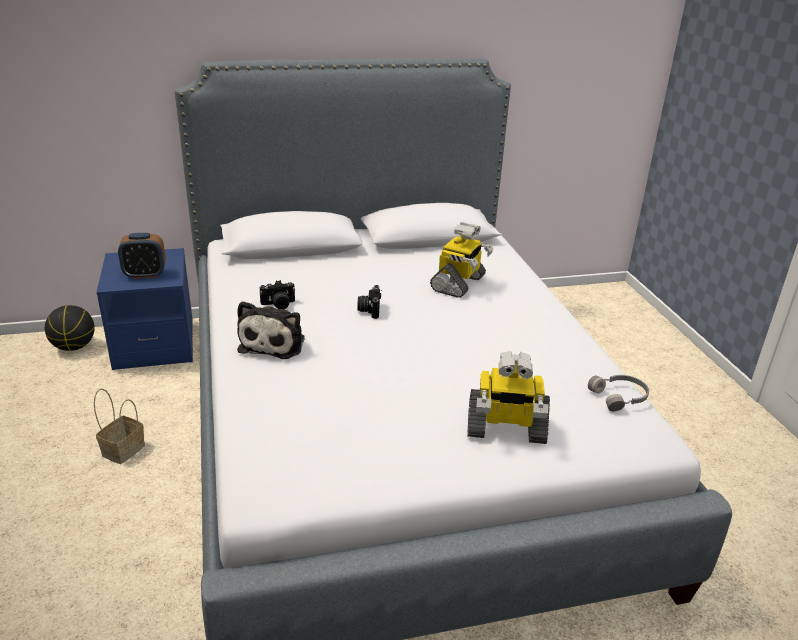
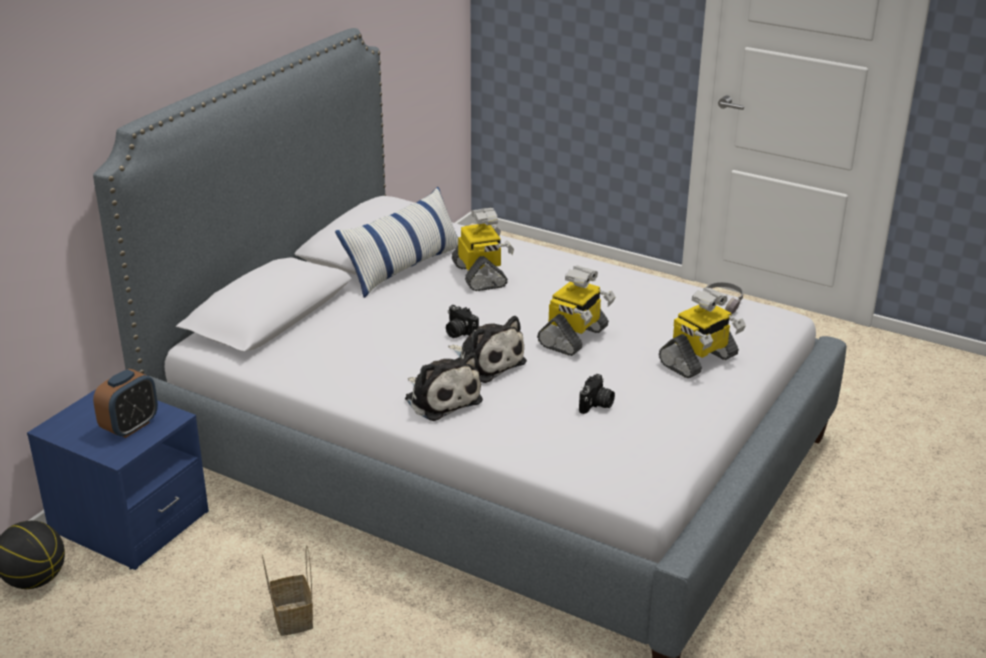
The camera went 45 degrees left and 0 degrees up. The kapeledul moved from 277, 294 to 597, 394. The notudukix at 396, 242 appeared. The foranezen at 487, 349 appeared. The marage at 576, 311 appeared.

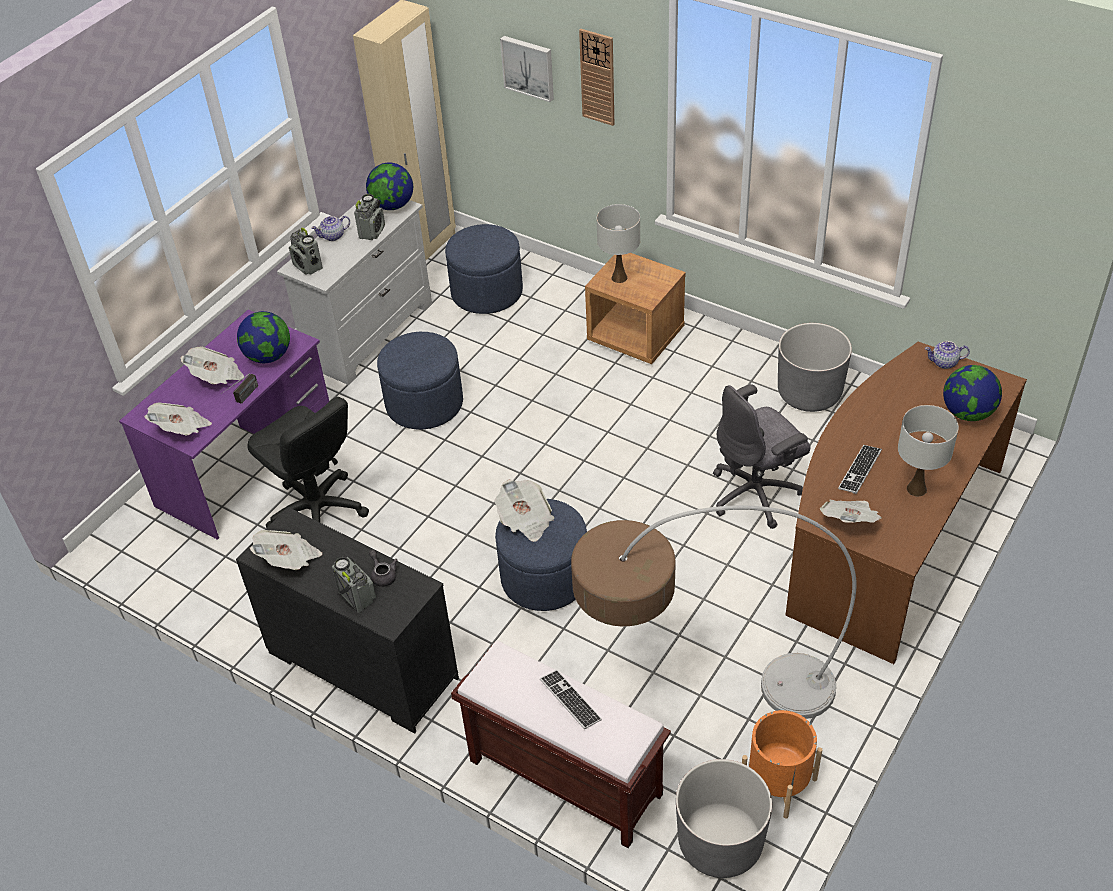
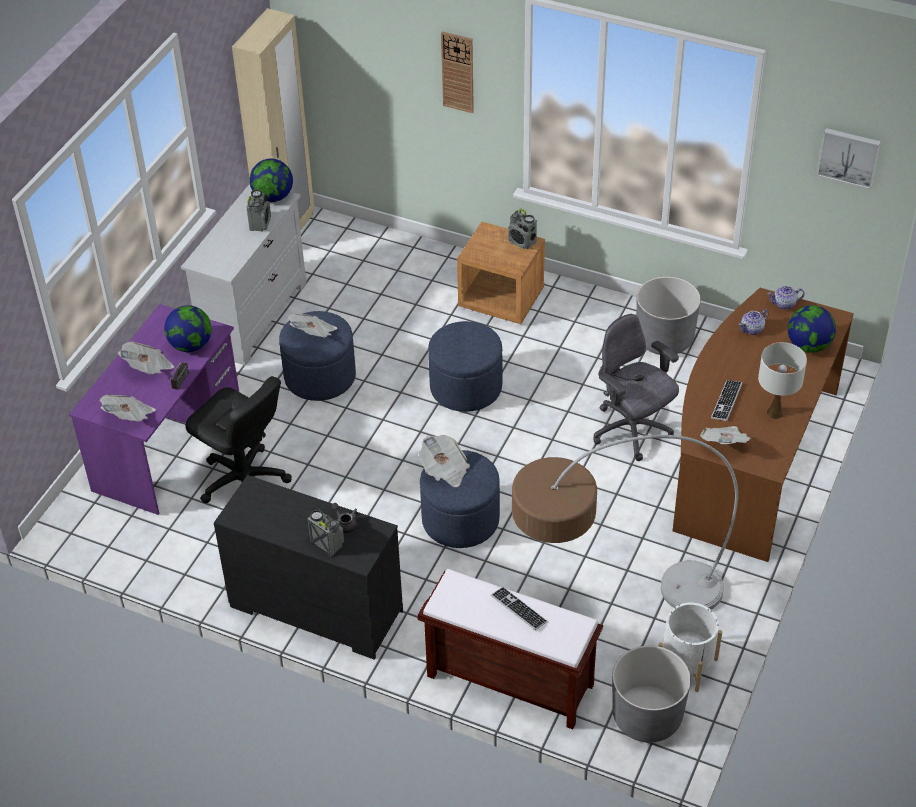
The camera went 10 degrees left and 0 degrees up. The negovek moved from 286, 550 to 313, 325. The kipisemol moved from 306, 251 to 522, 229. The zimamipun moved from 330, 228 to 753, 322. The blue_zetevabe moved from 484, 269 to 465, 366. The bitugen moved from 527, 69 to 849, 158. The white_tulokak at 618, 243 disappeared. The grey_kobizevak at 762, 456 turned 90 degrees clockwise. The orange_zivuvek at 782, 764 became the white_zivuvek at 690, 647.

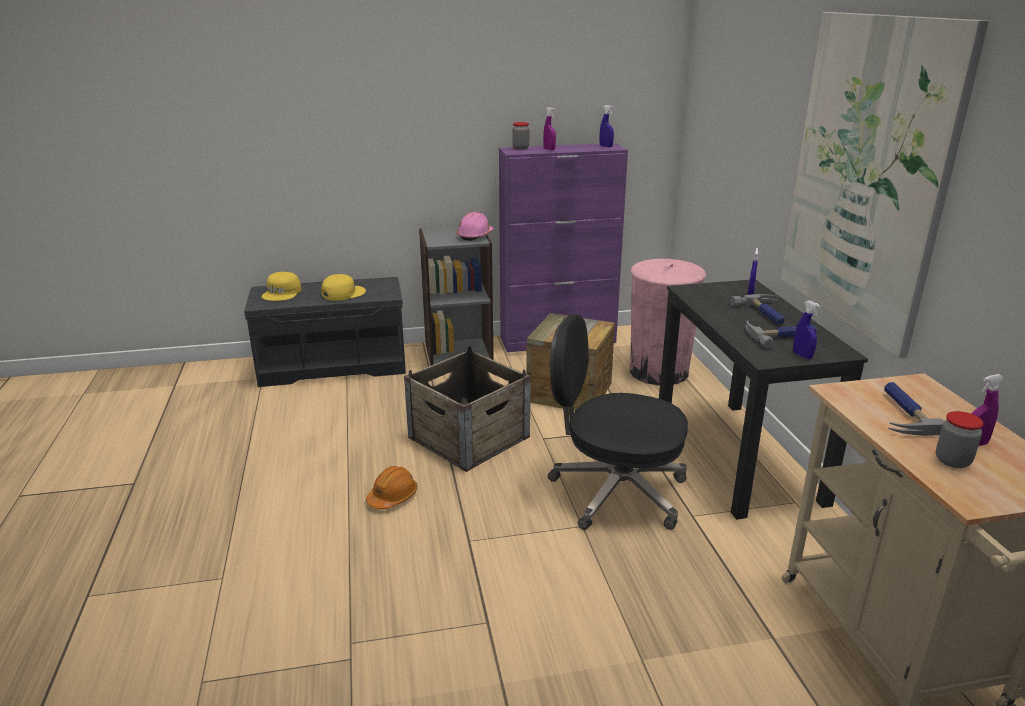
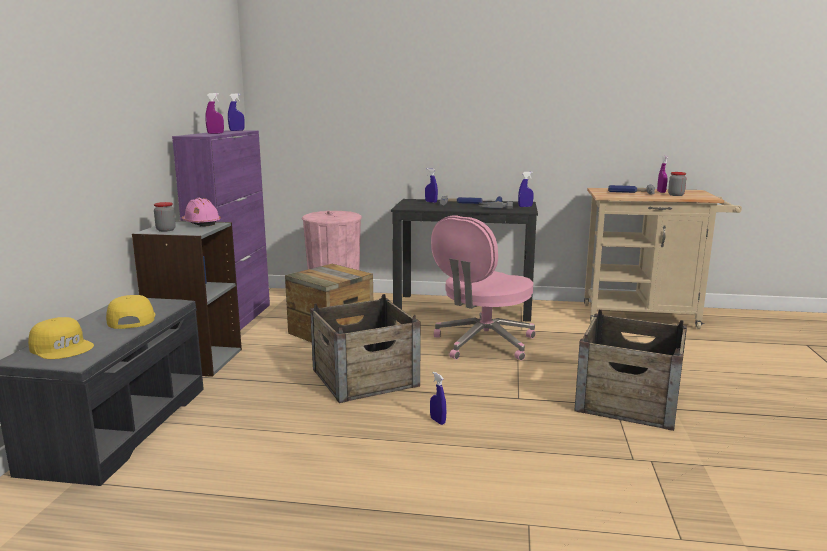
The camera went 70 degrees left and 10 degrees down. The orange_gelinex at 392, 487 was replaced by the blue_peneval at 438, 398. The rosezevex moved from 520, 136 to 165, 217. The black_kobizevak at 618, 422 became the pink_kobizevak at 483, 288. The bitugen at 885, 185 disappeared. The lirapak at 630, 370 appeared.

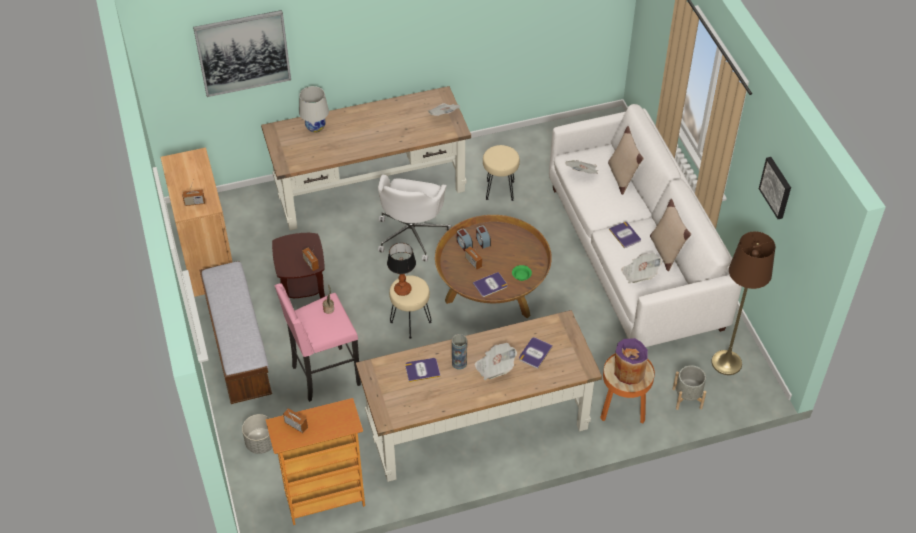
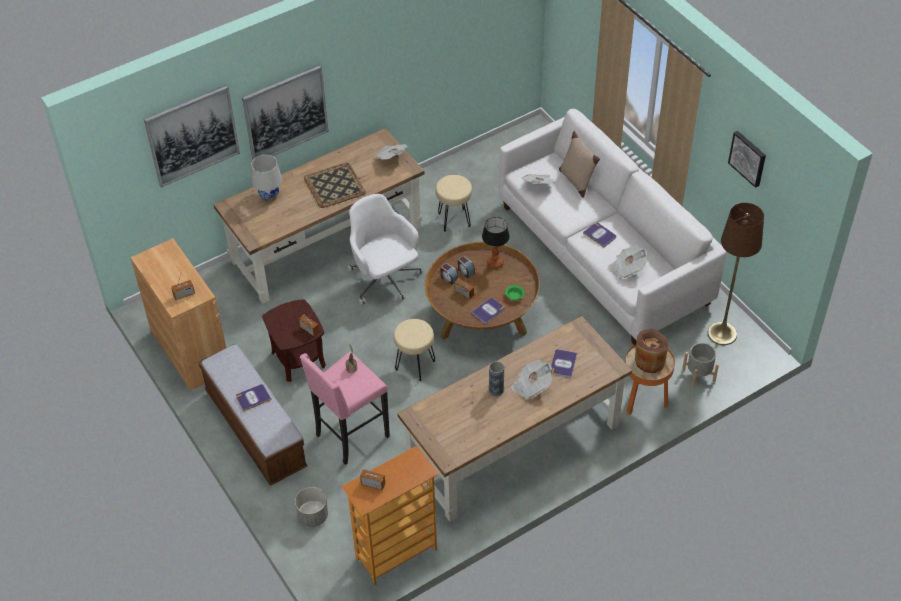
The camera went 15 degrees left and 0 degrees up. The white_kobizevak at 415, 218 turned 150 degrees clockwise. The tulokak moved from 401, 269 to 496, 243. The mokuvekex moved from 423, 370 to 254, 398. The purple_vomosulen at 631, 361 became the brown_vomosulen at 651, 350. The beige_notudukix at 670, 235 disappeared. The bitugen at 285, 113 appeared. The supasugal at 335, 185 appeared.

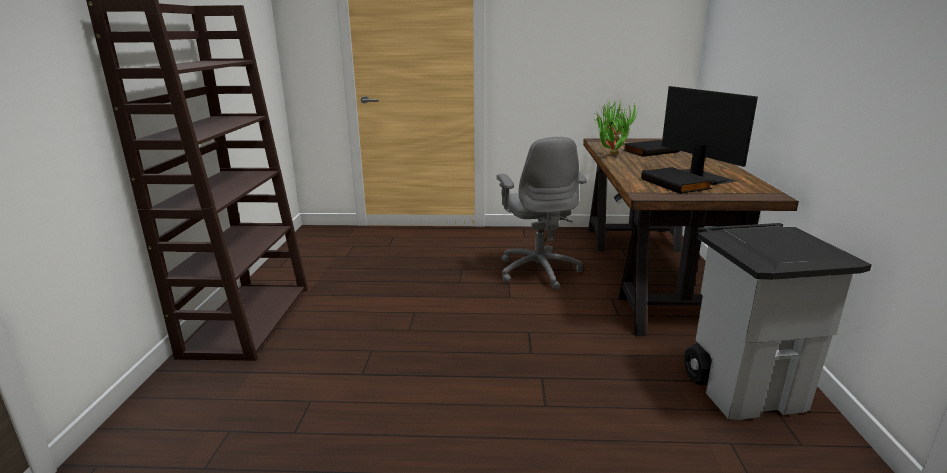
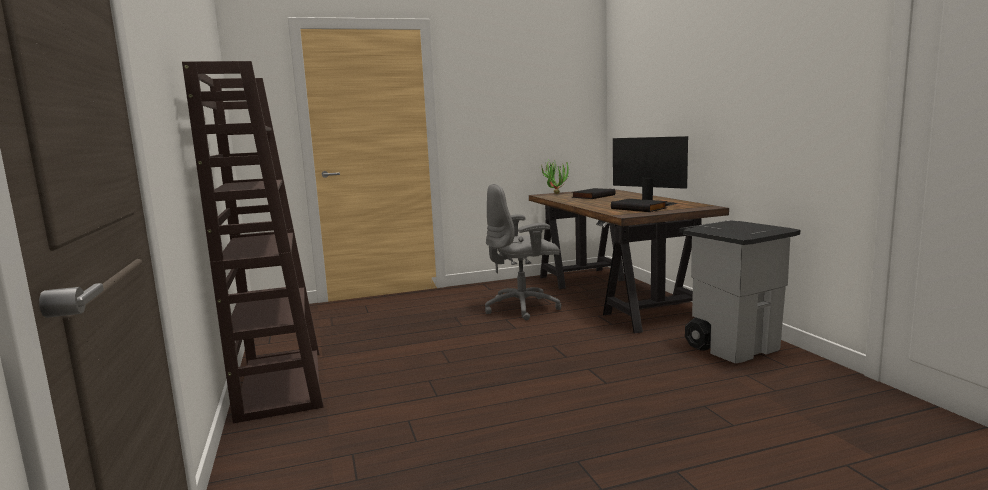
The camera went 20 degrees left and 10 degrees down. The grey_kobizevak at 542, 213 turned 105 degrees clockwise. The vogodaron at 611, 133 disappeared.

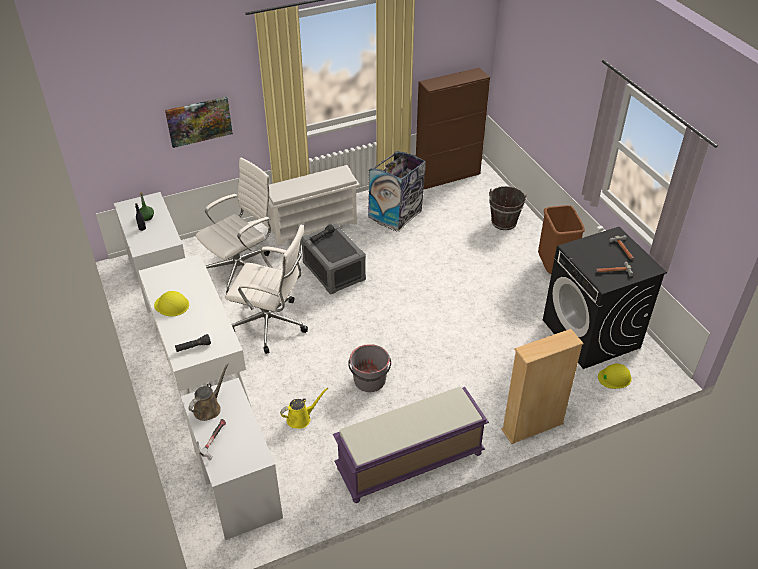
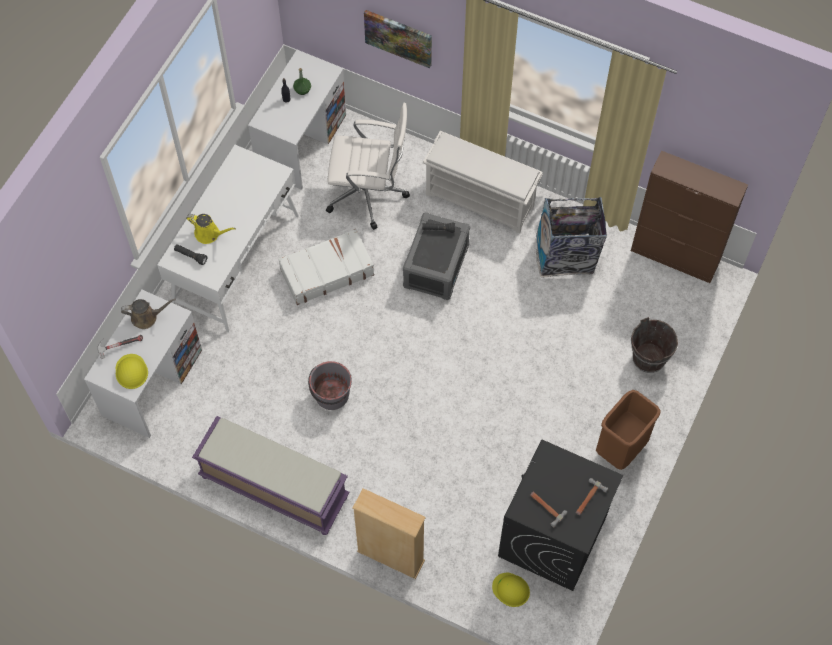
The camera went 50 degrees right and 20 degrees up. The yellow_gelinex moved from 171, 303 to 132, 371. The white_kobizevak at 266, 289 was replaced by the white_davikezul at 326, 267. The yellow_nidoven moved from 304, 408 to 211, 229.

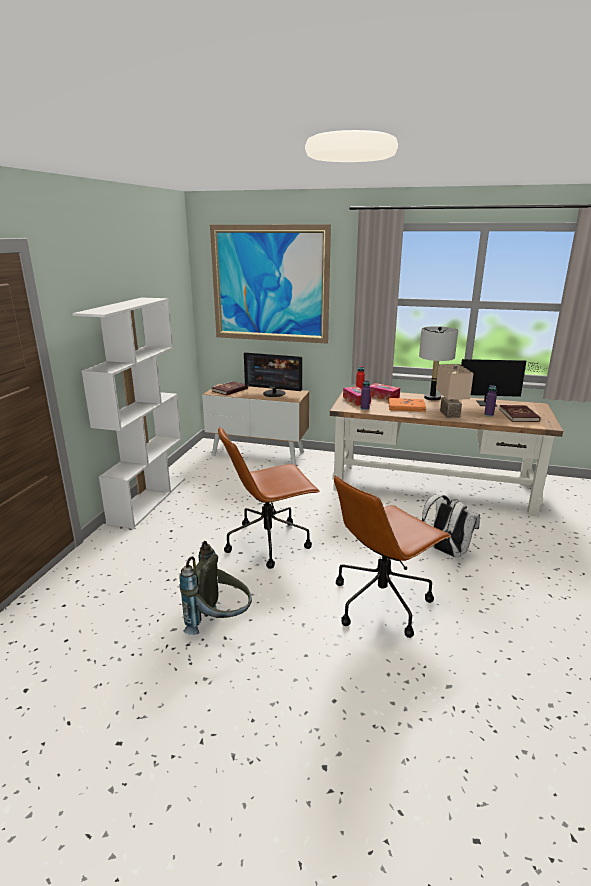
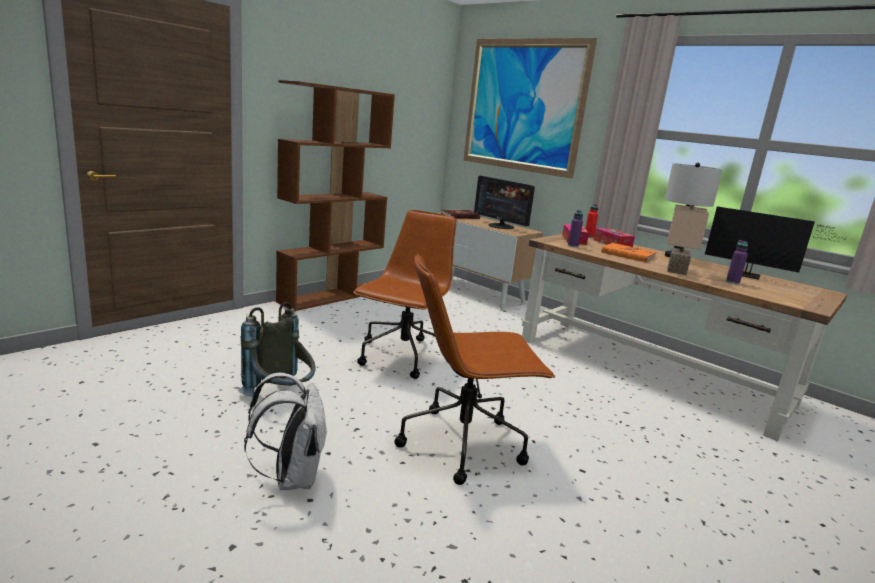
The camera went 25 degrees right and 5 degrees down. The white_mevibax at 128, 412 became the brown_mevibax at 335, 195. The brown_kobizevak at 269, 498 turned 105 degrees clockwise. The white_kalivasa moved from 451, 526 to 285, 431. The red_mokuvekex at 520, 413 disappeared.

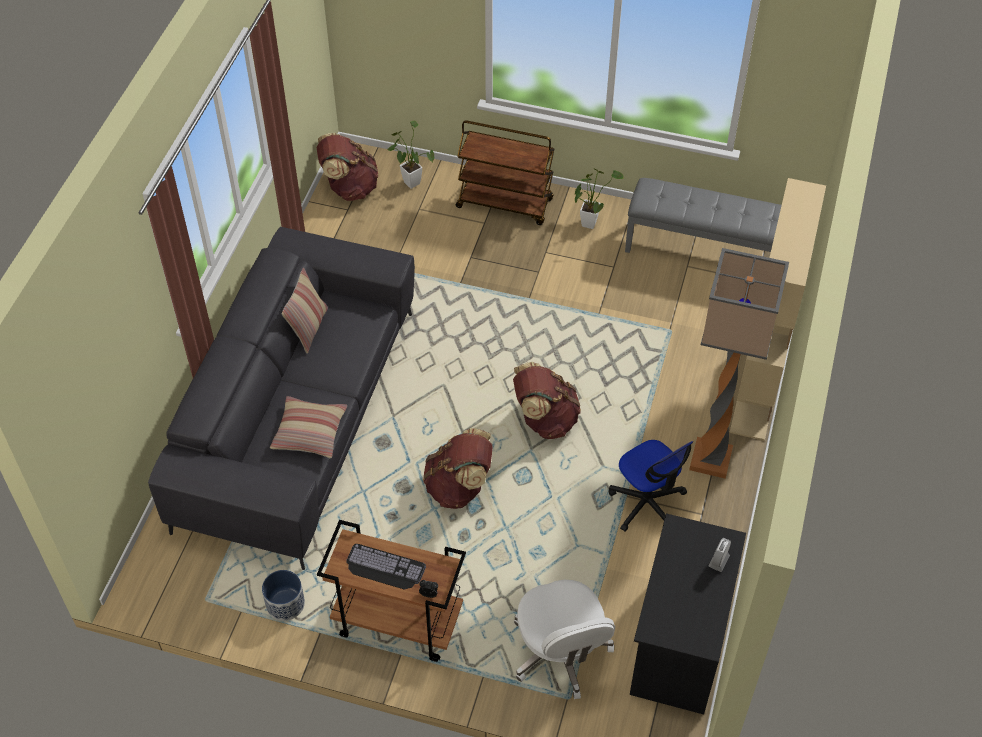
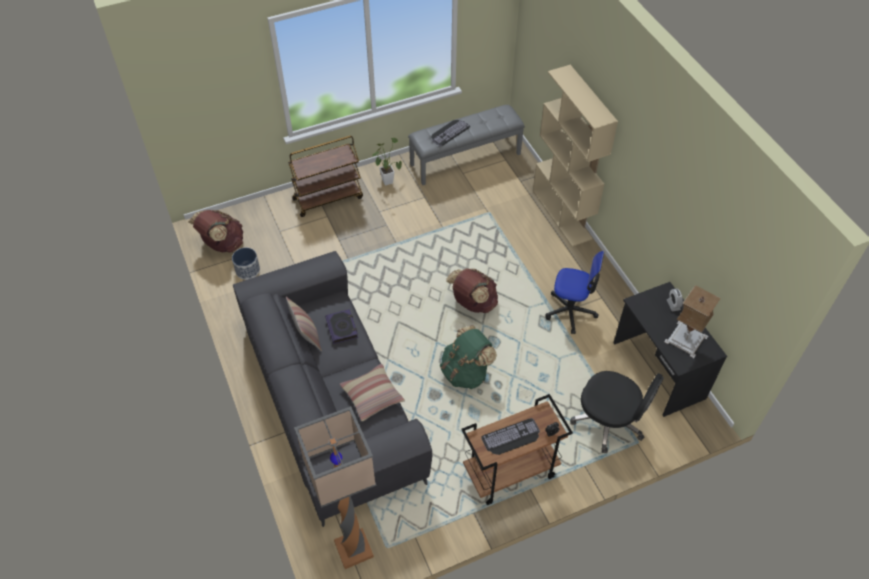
The camera went 40 degrees left and 0 degrees up. The zivuvek moved from 283, 595 to 246, 264. The vogodaron at 411, 155 disappeared. The brown_kalivasa at 458, 468 became the green_kalivasa at 468, 357. The white_kobizevak at 564, 639 became the black_kobizevak at 617, 412. The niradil moved from 739, 363 to 335, 487. The mokuvekex at 341, 326 appeared. The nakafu at 450, 133 appeared. The tulokak at 692, 321 appeared.

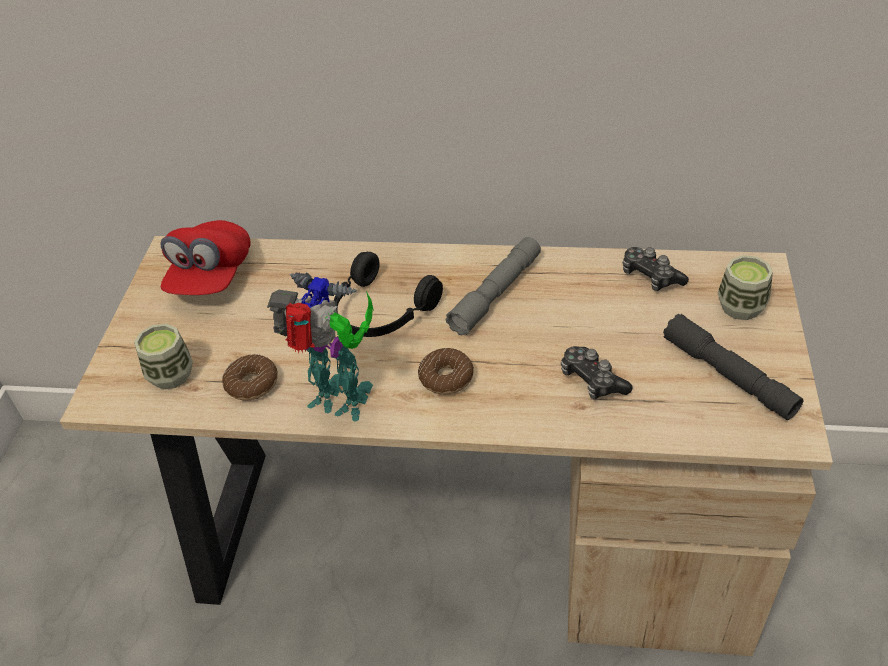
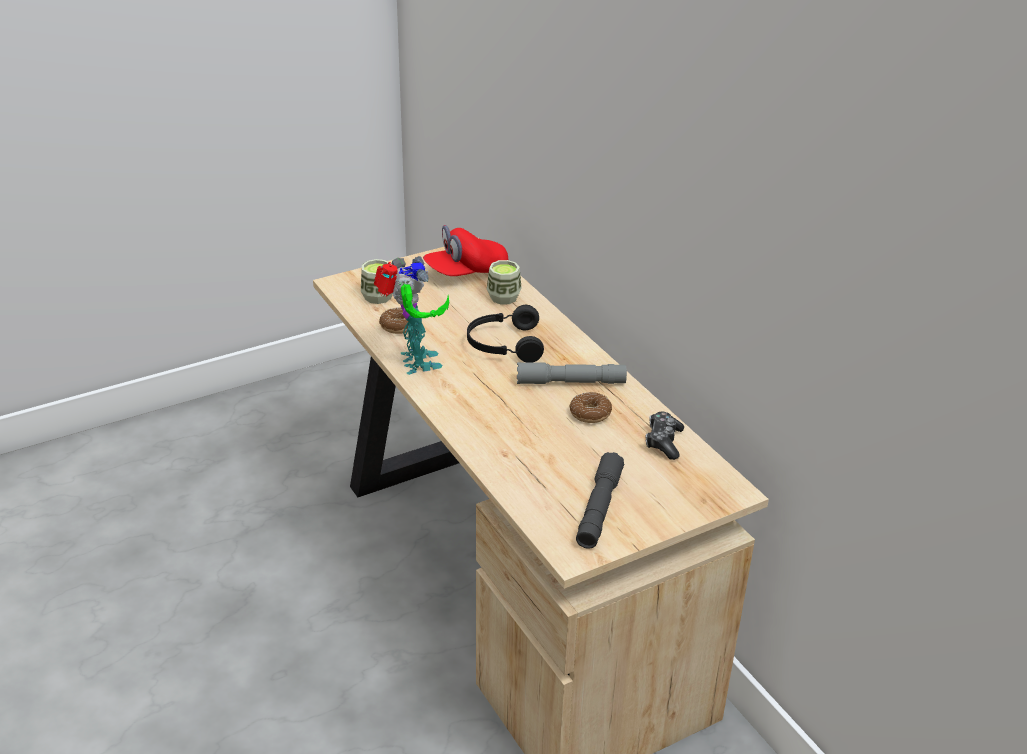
The camera went 50 degrees right and 10 degrees down. The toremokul moved from 446, 371 to 590, 407. The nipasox at 597, 372 disappeared. The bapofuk moved from 745, 287 to 504, 282.

